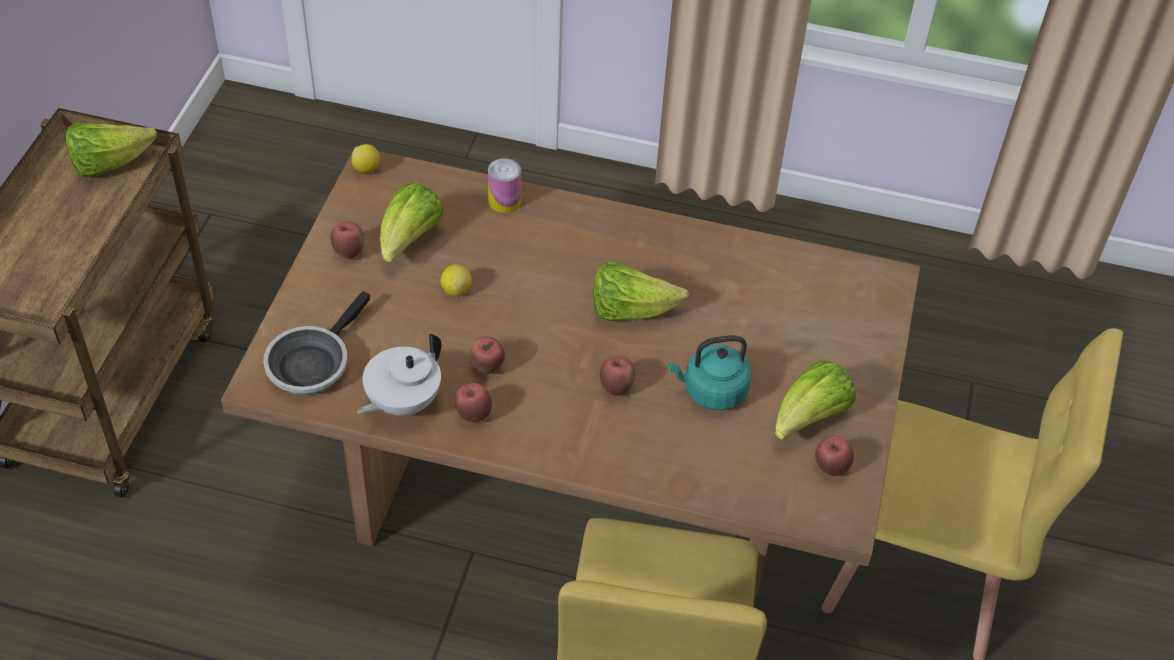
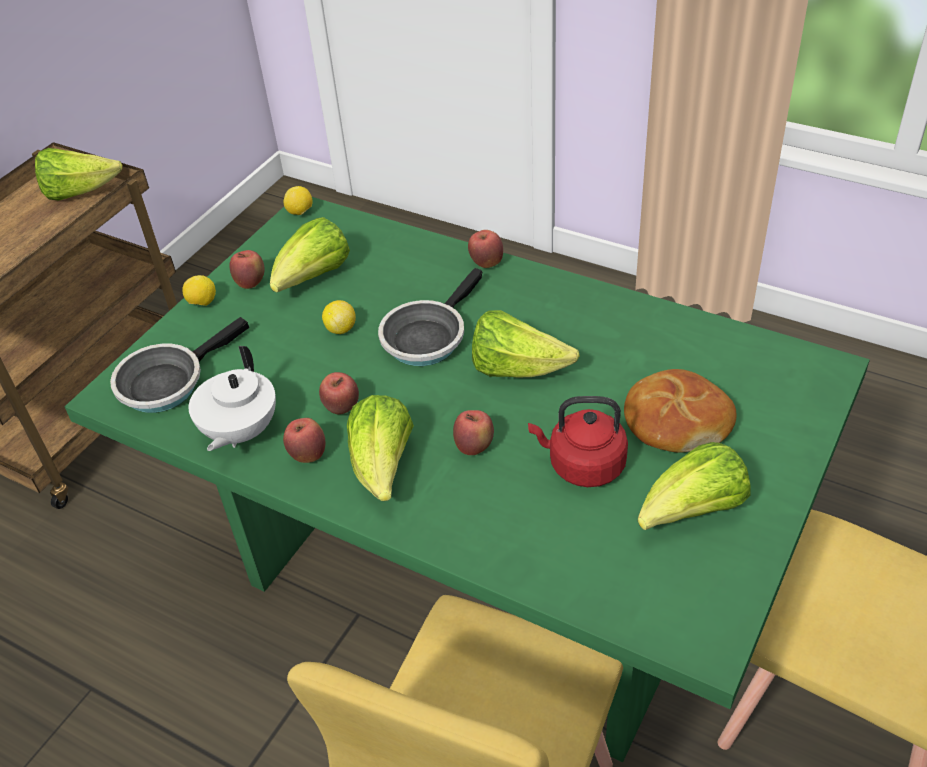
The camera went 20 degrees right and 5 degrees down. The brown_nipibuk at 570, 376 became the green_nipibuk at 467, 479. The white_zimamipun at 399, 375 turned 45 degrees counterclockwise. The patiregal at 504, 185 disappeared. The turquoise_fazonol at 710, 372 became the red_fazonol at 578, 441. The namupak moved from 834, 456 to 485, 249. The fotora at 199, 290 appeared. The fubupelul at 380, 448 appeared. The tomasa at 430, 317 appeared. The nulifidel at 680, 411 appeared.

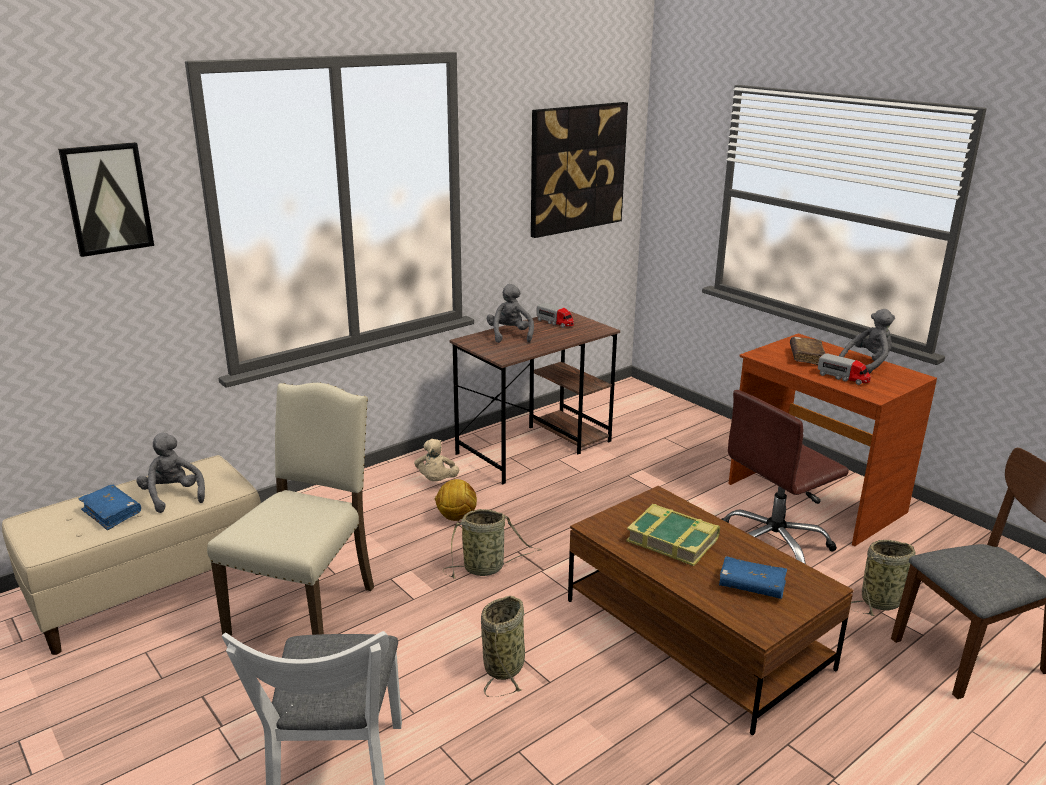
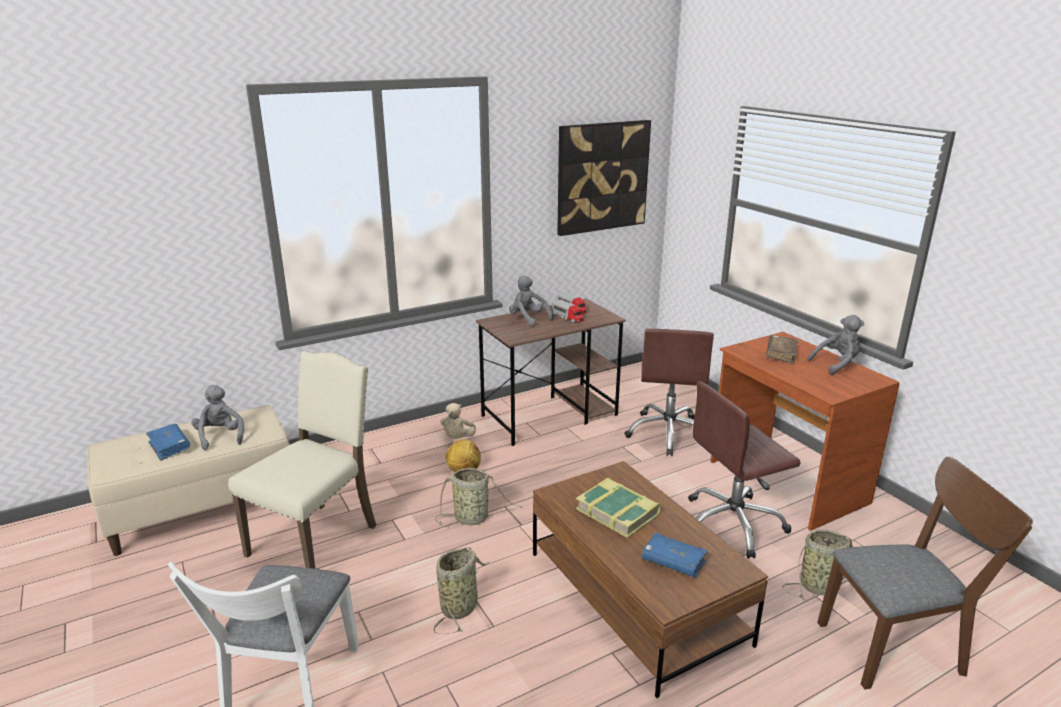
The camera went 10 degrees right and 0 degrees up. The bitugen at 106, 199 disappeared. The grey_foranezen at 510, 313 turned 45 degrees counterclockwise. The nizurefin moved from 844, 369 to 568, 311. The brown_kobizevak at 669, 392 appeared.

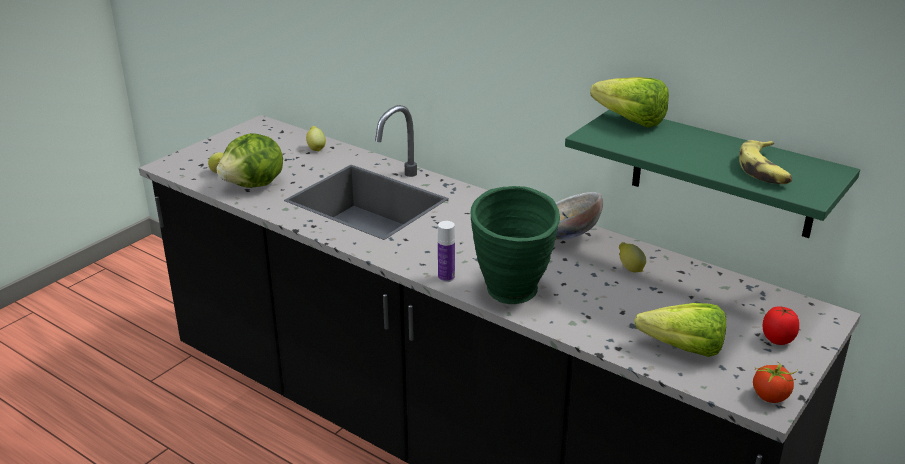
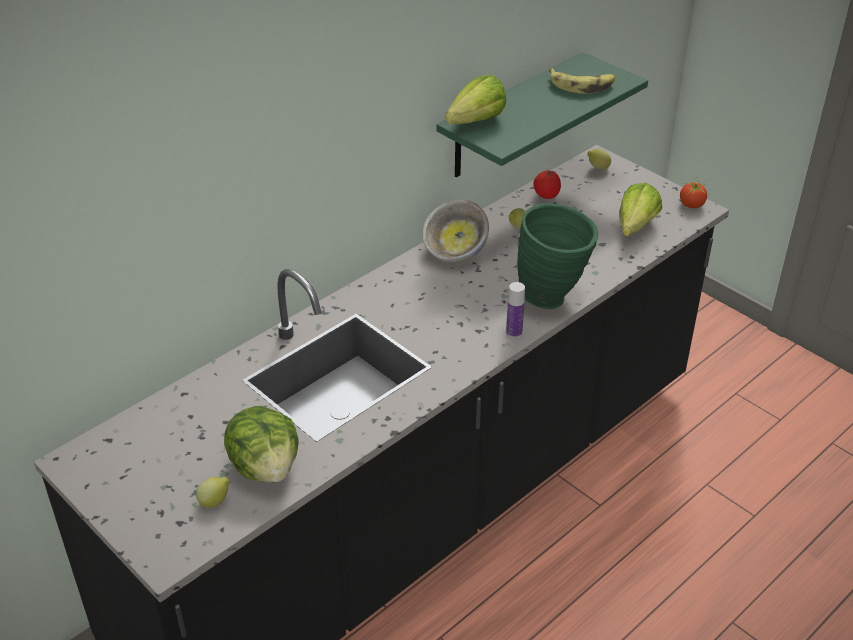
The camera went 80 degrees left and 10 degrees up. The fotora moved from 316, 138 to 599, 159. The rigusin moved from 780, 325 to 547, 185.

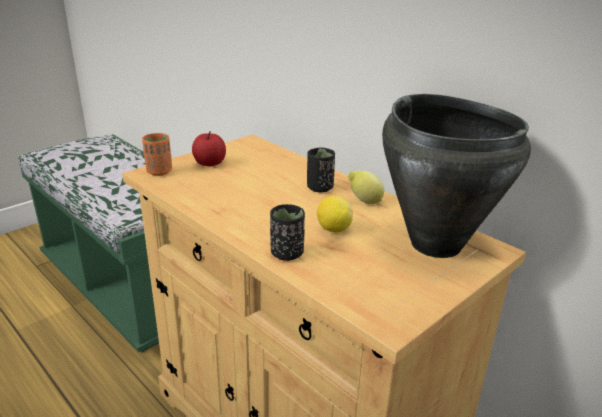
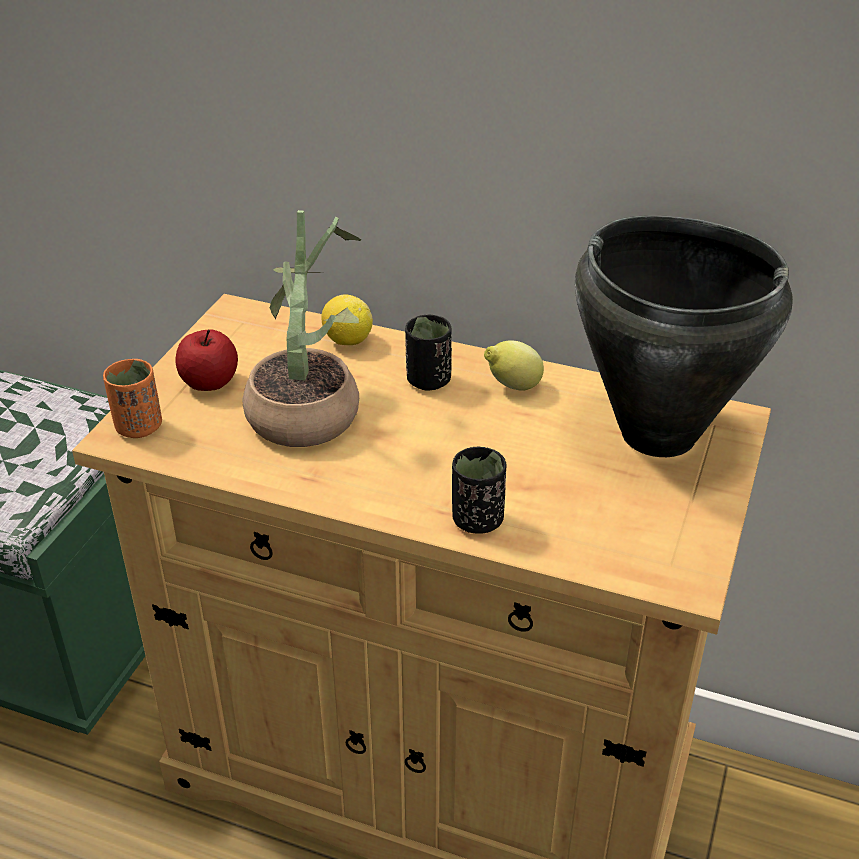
The camera went 25 degrees left and 10 degrees up. The fotora moved from 335, 214 to 347, 320. The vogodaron at 301, 328 appeared.

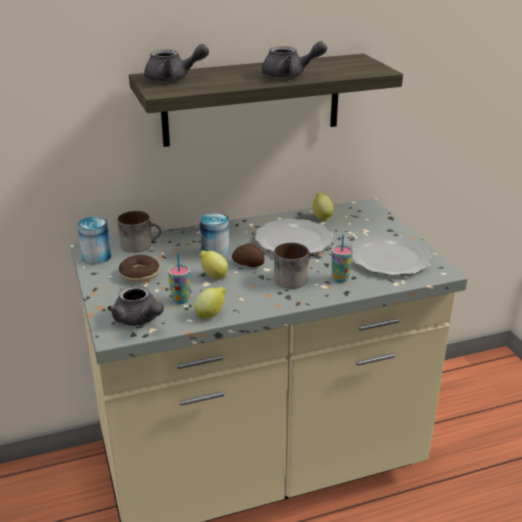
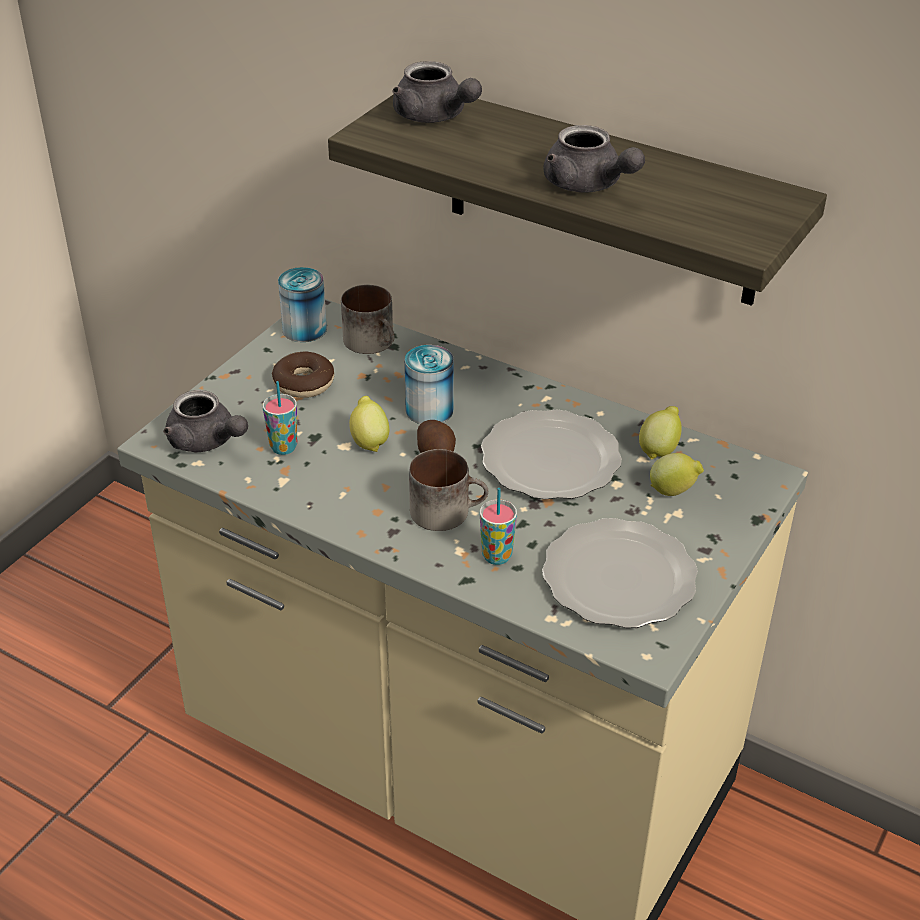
The camera went 50 degrees right and 10 degrees up. The grey_zimamipun at 136, 305 turned 60 degrees counterclockwise. The fotora moved from 210, 302 to 677, 474.

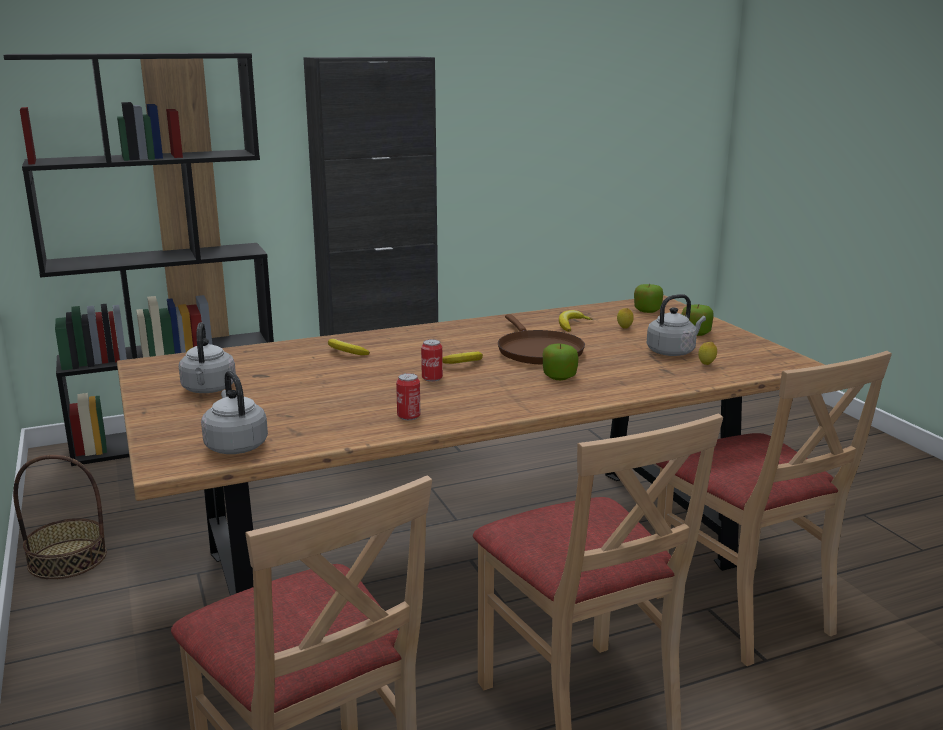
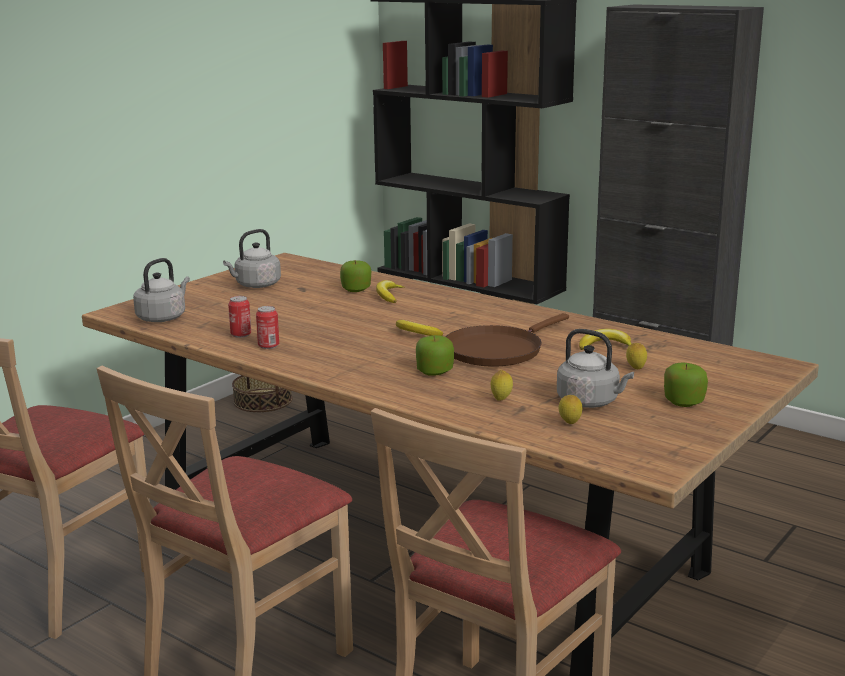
The camera went 60 degrees right and 0 degrees up. The patiregal moved from 432, 360 to 239, 317. The namupak moved from 648, 298 to 355, 276. The fotora at 502, 385 appeared.

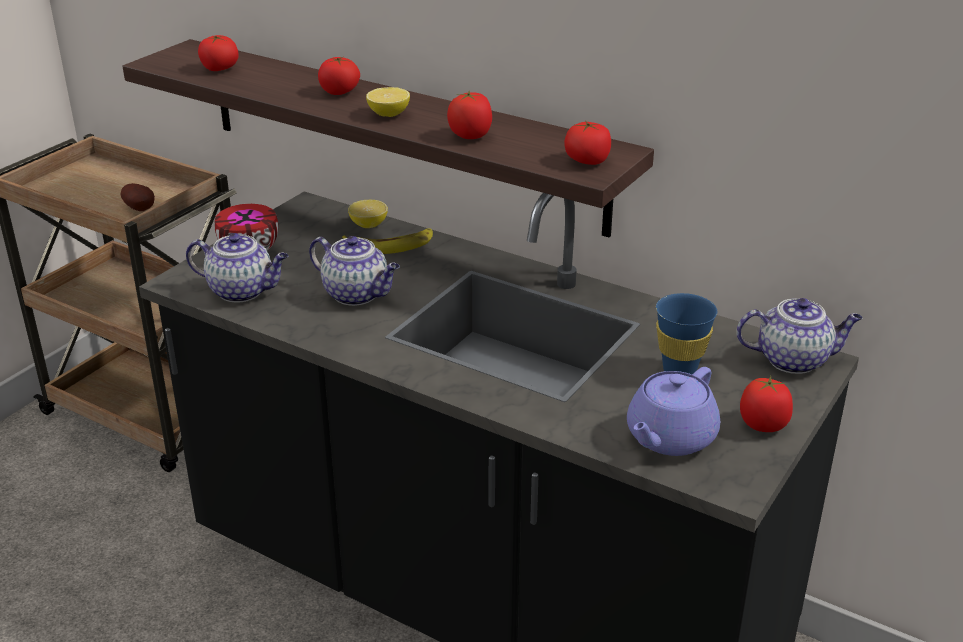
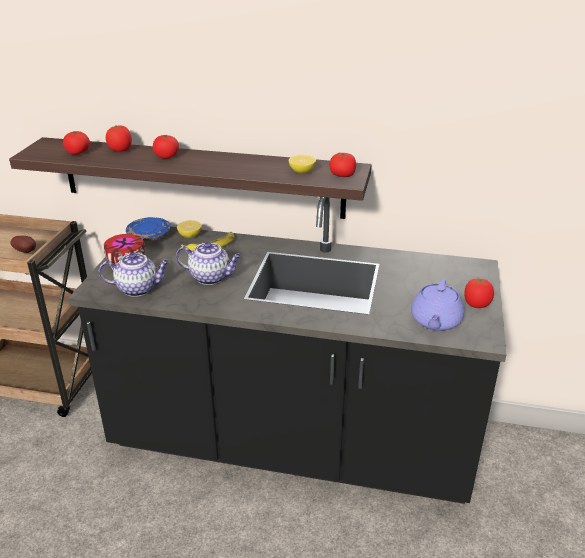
The camera went 20 degrees left and 0 degrees up. The fotora moved from 388, 102 to 302, 164. The rigusin moved from 469, 114 to 119, 138. The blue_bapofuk at 686, 333 disappeared. The zimamipun at 799, 336 disappeared. The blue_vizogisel at 148, 229 appeared.

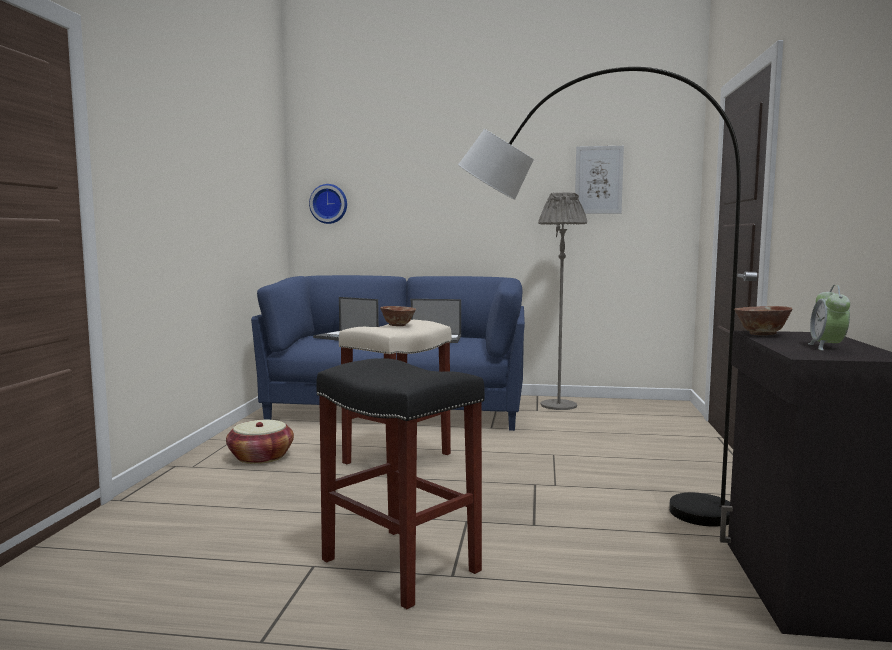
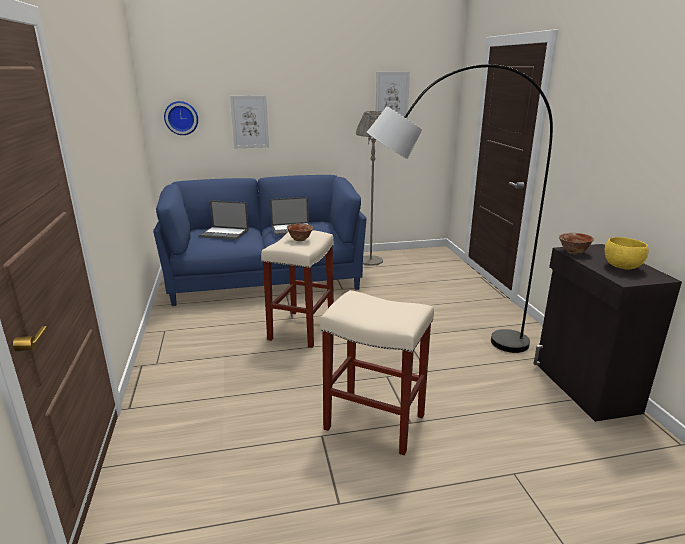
The camera went 20 degrees left and 15 degrees up. The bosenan at 260, 442 disappeared. The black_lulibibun at 400, 483 became the beige_lulibibun at 377, 372. The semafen at 829, 318 was replaced by the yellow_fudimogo at 626, 253. The bitugen at 249, 121 appeared.

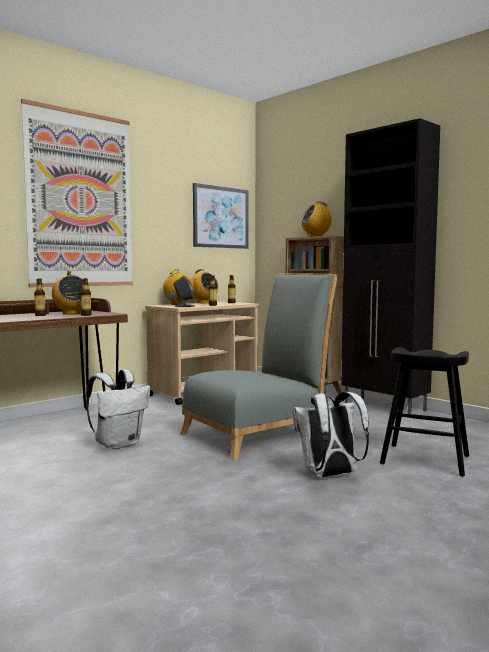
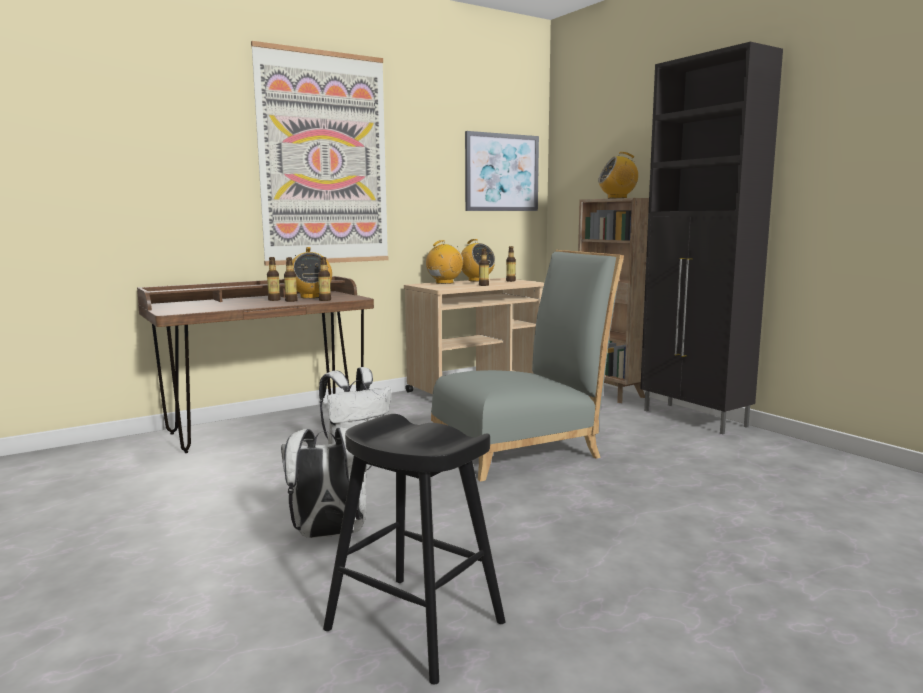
The camera went 10 degrees right and 5 degrees up. The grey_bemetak at 184, 291 disappeared. The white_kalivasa moved from 331, 435 to 326, 482. The black_lulibibun moved from 424, 412 to 414, 549. The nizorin at 291, 279 appeared.

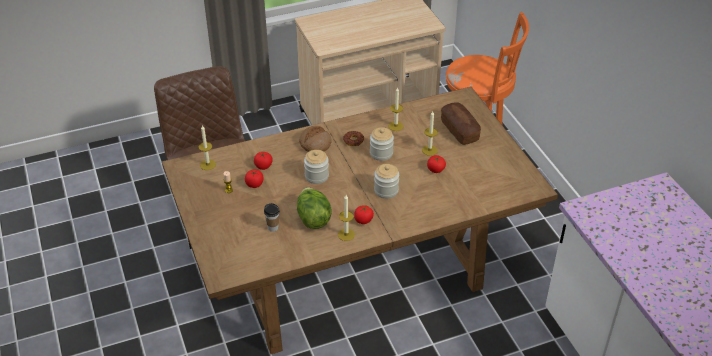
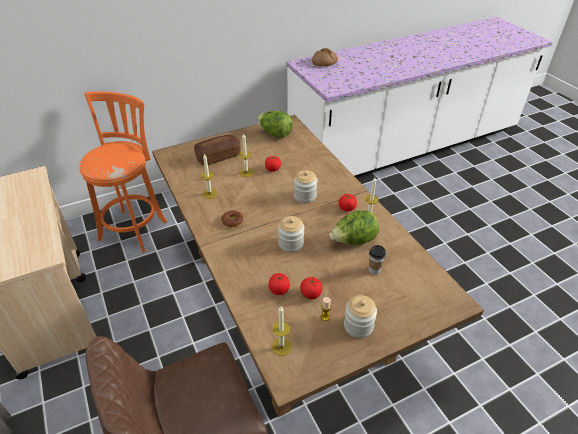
The camera went 95 degrees left and 0 degrees up. The nulifidel moved from 315, 139 to 325, 57. The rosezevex moved from 382, 144 to 360, 316. The fubupelul at 275, 124 appeared.

